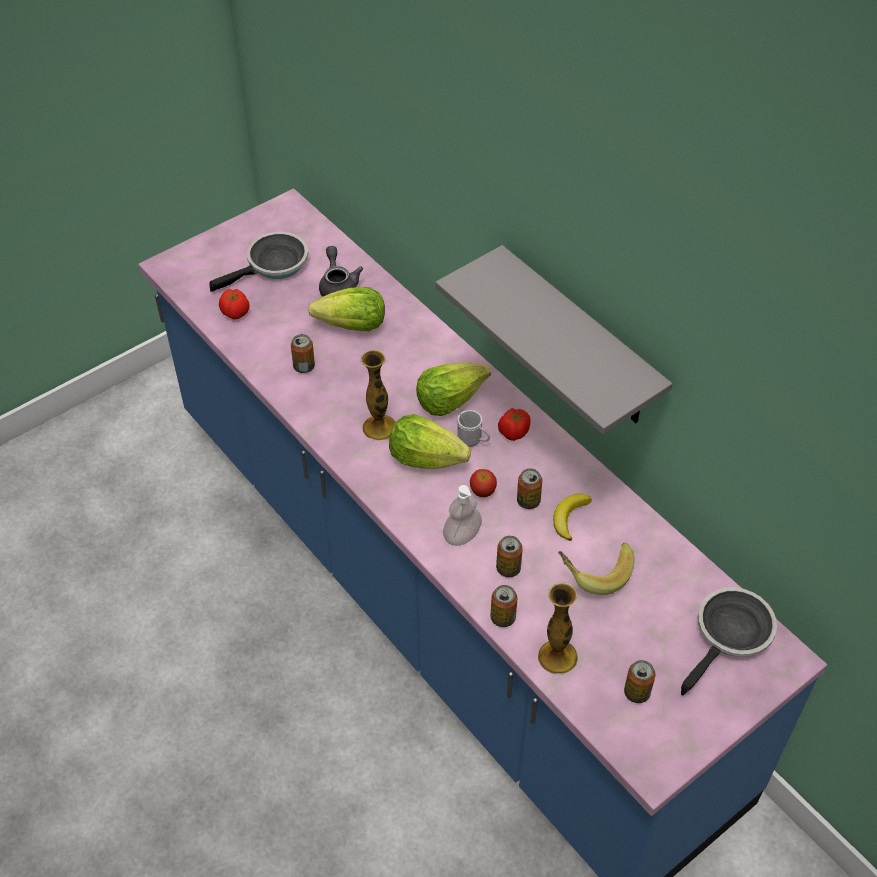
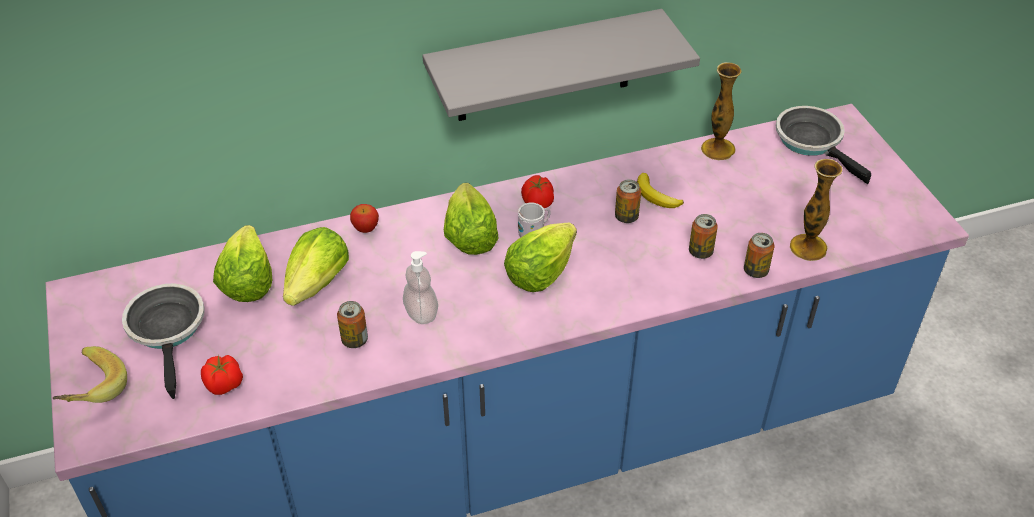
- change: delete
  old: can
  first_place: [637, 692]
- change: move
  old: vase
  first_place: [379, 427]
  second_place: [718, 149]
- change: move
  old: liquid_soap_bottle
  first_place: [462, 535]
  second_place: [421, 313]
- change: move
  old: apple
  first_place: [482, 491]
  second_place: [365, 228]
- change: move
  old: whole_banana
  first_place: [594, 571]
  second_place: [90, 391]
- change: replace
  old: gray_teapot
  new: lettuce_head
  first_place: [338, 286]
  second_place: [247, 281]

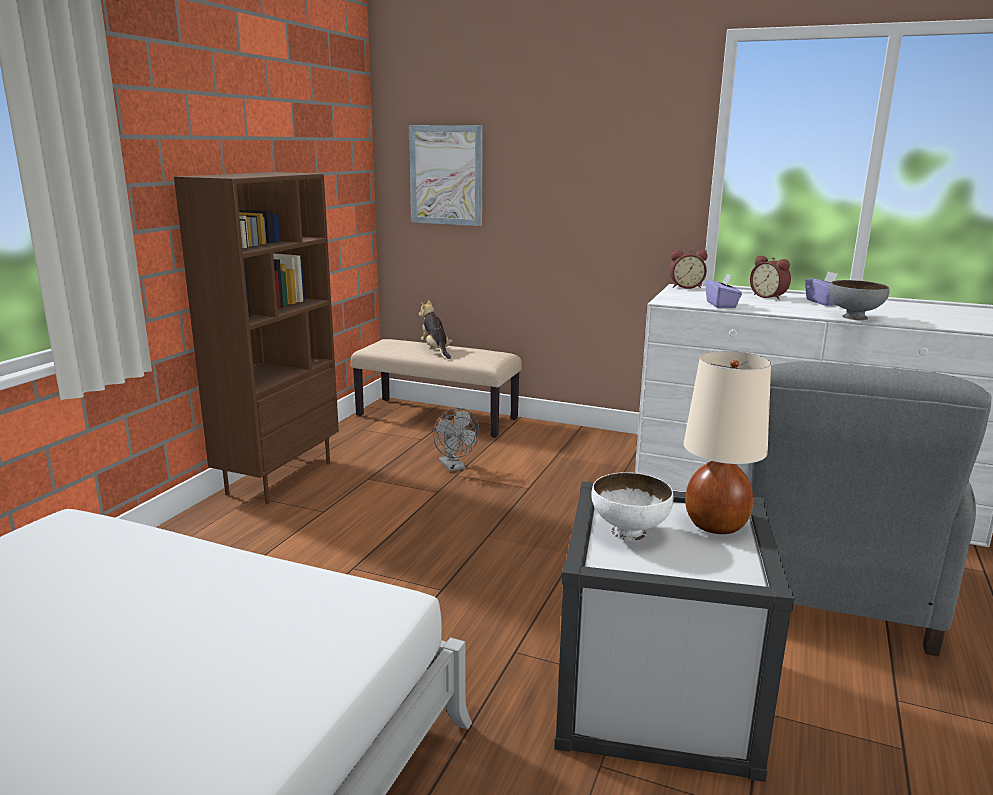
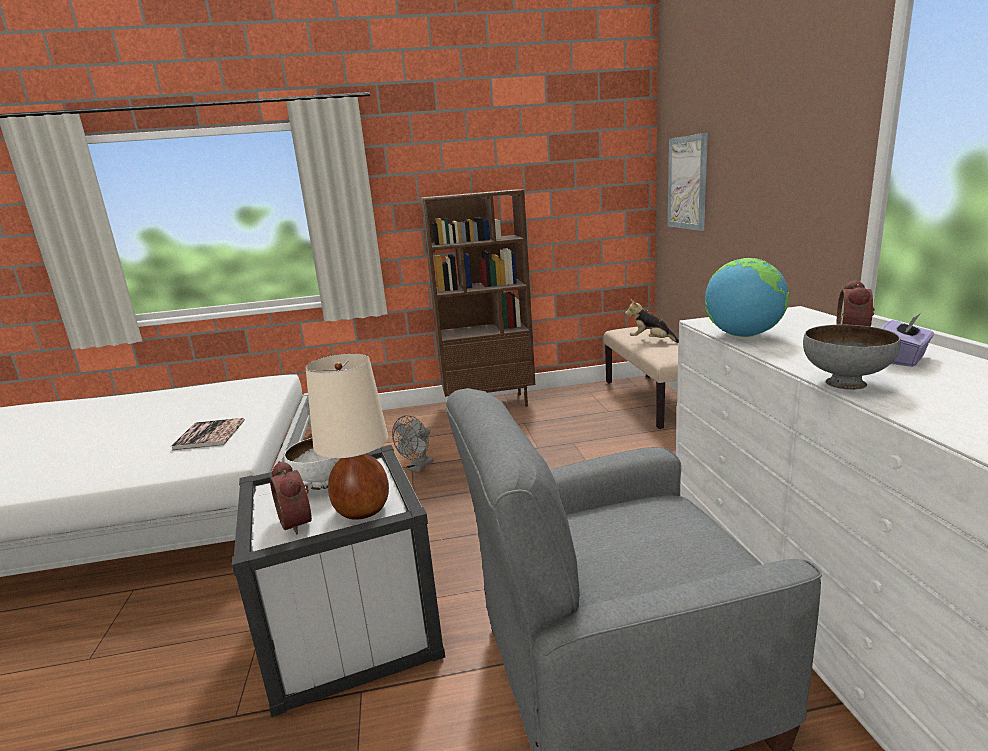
- change: insert
  new: bound_book
  second_place: [210, 435]
- change: move
  old: gray_electric_fan
  first_place: [454, 467]
  second_place: [418, 467]
- change: move
  old: table_clock
  first_place: [685, 287]
  second_place: [299, 521]
- change: replace
  old: purple_box_of_tissues
  new: globe
  first_place: [721, 305]
  second_place: [743, 335]
- change: rotate
  old: soft_toy
  first_place: [436, 350]
  second_place: [651, 341]
  degrees: -90

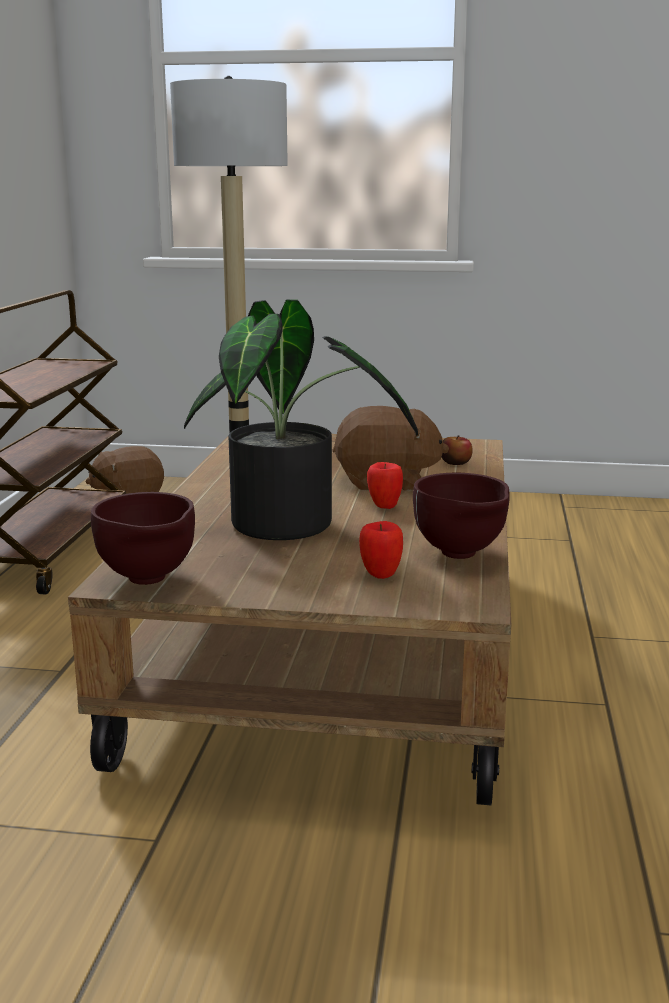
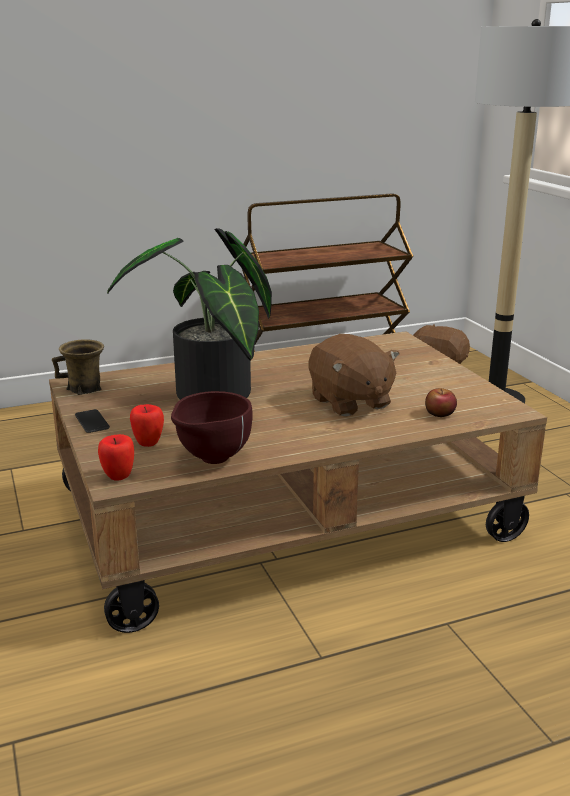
- change: insert
  new: handset
  second_place: [92, 422]
- change: move
  old: apple
  first_place: [384, 506]
  second_place: [118, 476]
- change: replace
  old: brown-coloured_bowl
  new: brown-coloured_coffee_mug
  first_place: [148, 580]
  second_place: [85, 388]

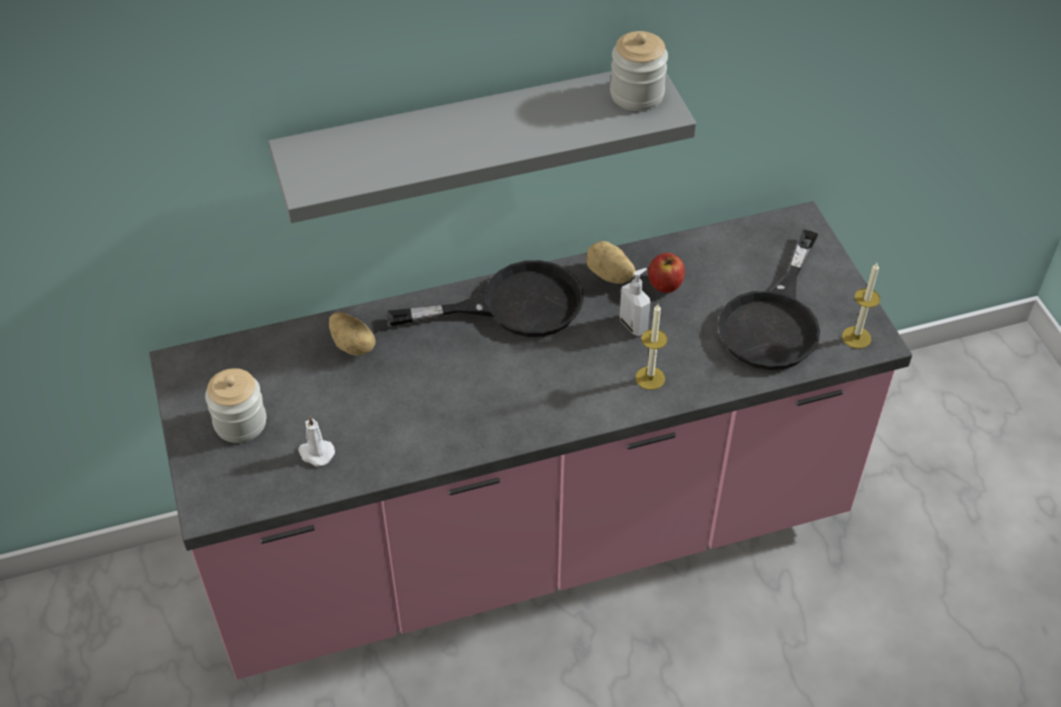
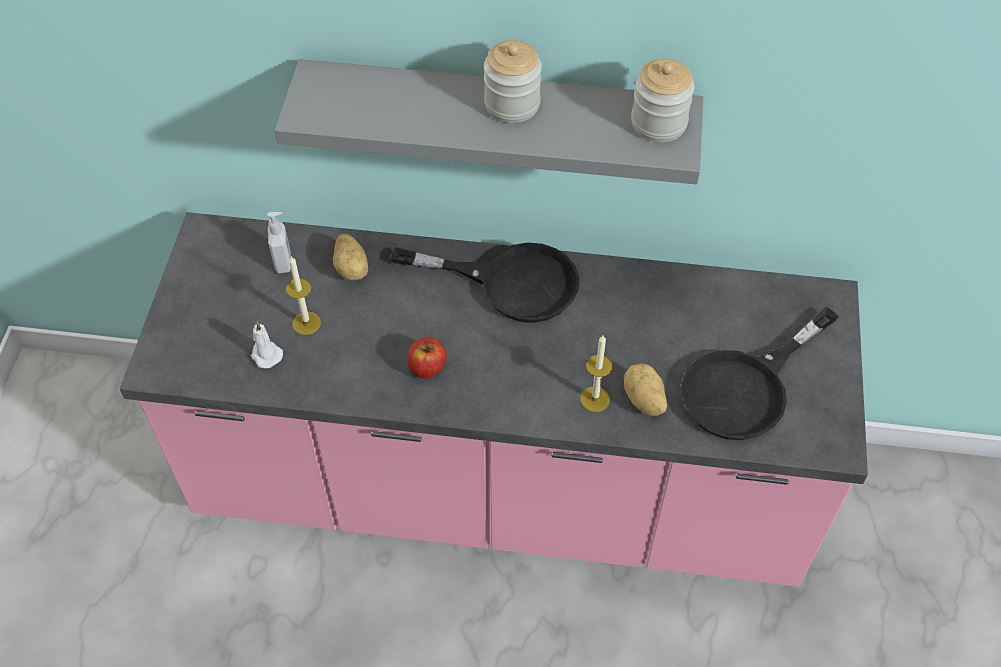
- change: move
  old: jar
  first_place: [240, 423]
  second_place: [512, 104]
- change: move
  old: potato
  first_place: [609, 275]
  second_place: [643, 400]
- change: move
  old: liquid_soap_bottle
  first_place: [634, 325]
  second_place: [284, 262]
- change: move
  old: apple
  first_place: [665, 284]
  second_place: [427, 367]
- change: move
  old: candle
  first_place: [856, 337]
  second_place: [306, 323]

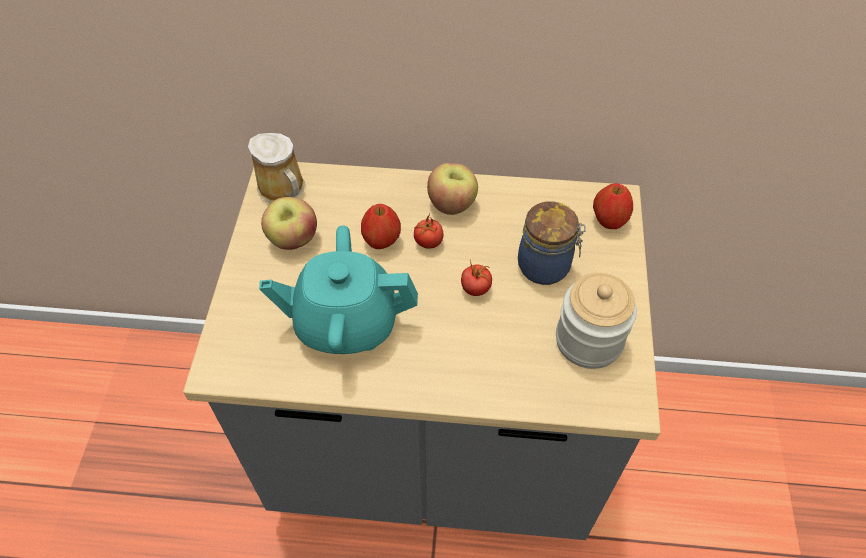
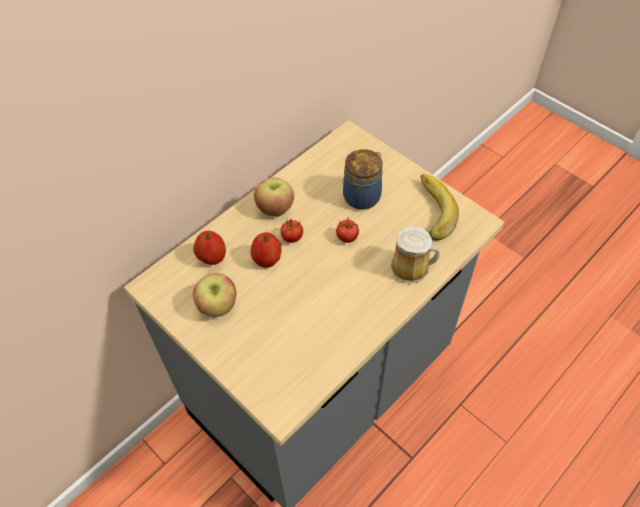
- change: delete
  old: turquoise_teapot
  first_place: [345, 323]
- change: move
  old: coffee_mug
  first_place: [283, 189]
  second_place: [412, 267]
- change: move
  old: apple
  first_place: [609, 221]
  second_place: [212, 258]
- change: replace
  old: jar
  new: whole_banana
  first_place: [588, 340]
  second_place: [427, 211]

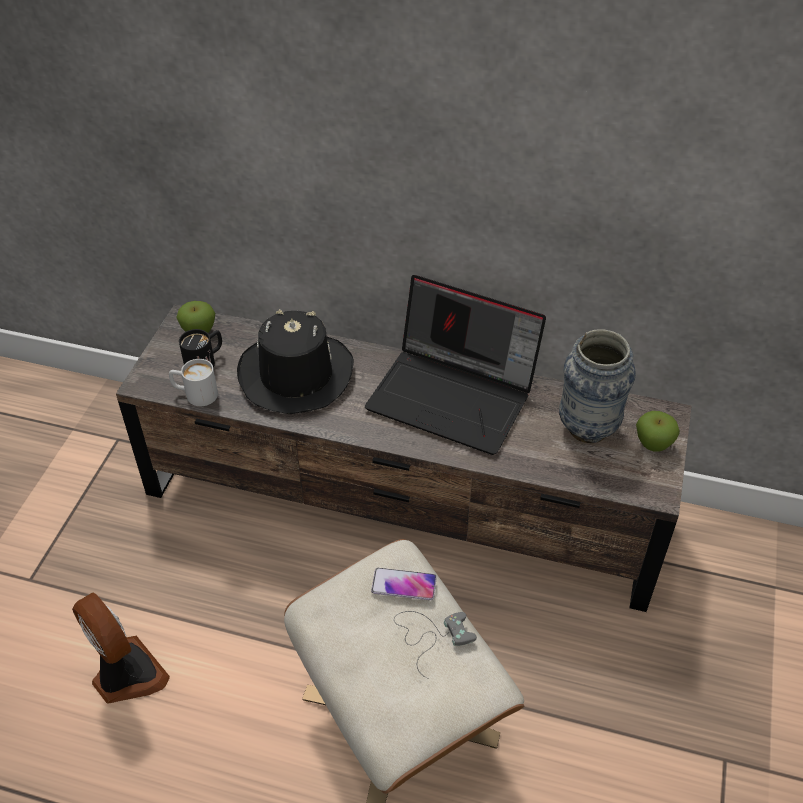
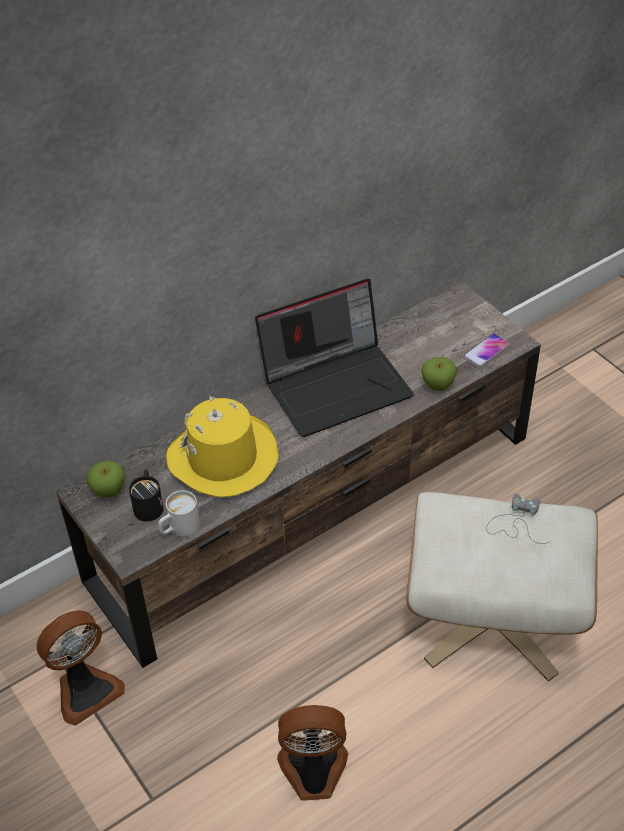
- change: delete
  old: vase
  first_place: [587, 428]
- change: insert
  new: electric_fan
  second_place: [85, 689]
- change: move
  old: handset
  first_place: [404, 585]
  second_place: [486, 351]
- change: move
  old: apple
  first_place: [653, 444]
  second_place: [438, 386]
- change: recolor
  old: blackish_wearable_hat
  new: yellow-coloured_wearable_hat
  first_place: [295, 375]
  second_place: [223, 458]

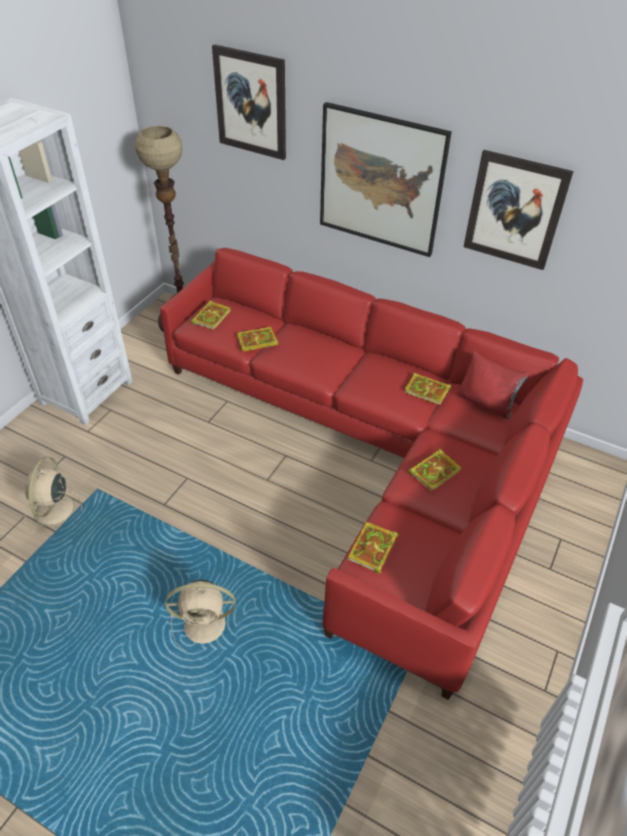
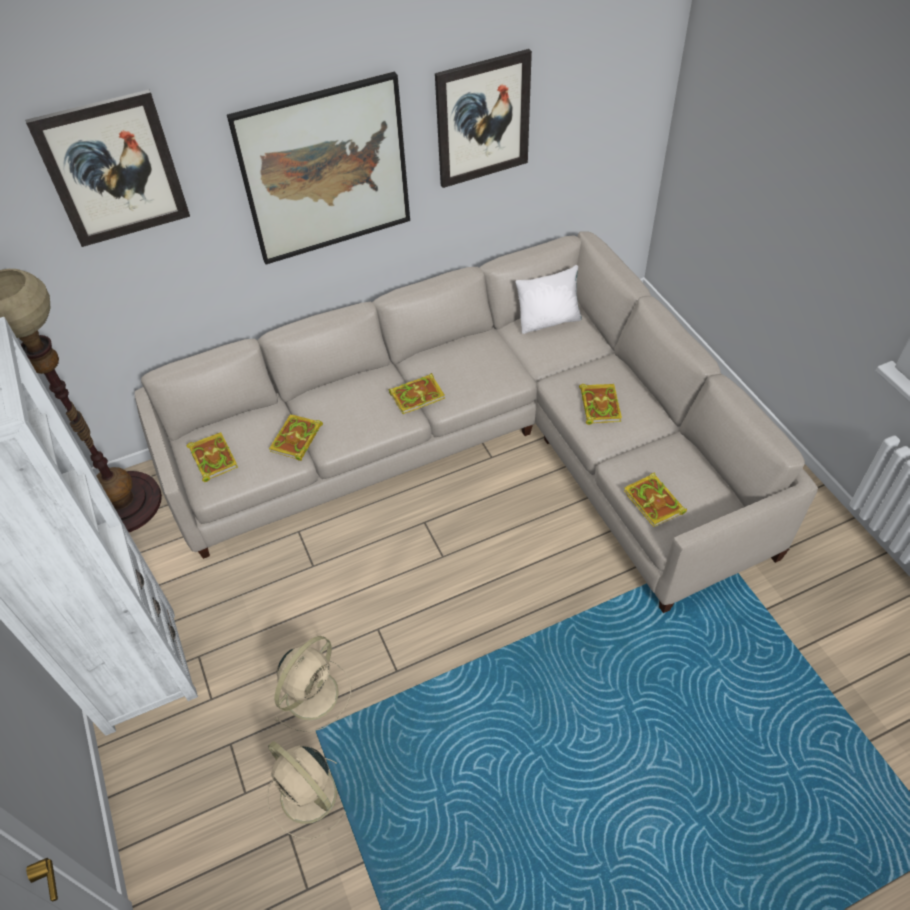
- change: move
  old: sand-coloured_electric_fan
  first_place: [207, 624]
  second_place: [313, 692]
- change: move
  old: bound_book
  first_place: [428, 390]
  second_place: [418, 395]
- change: recolor
  old: reddish_couch
  new: sand-coloured_couch
  first_place: [375, 452]
  second_place: [484, 448]
- change: recolor
  old: reddish_throw_pillow
  new: white-coloured_throw_pillow
  first_place: [486, 403]
  second_place: [548, 321]

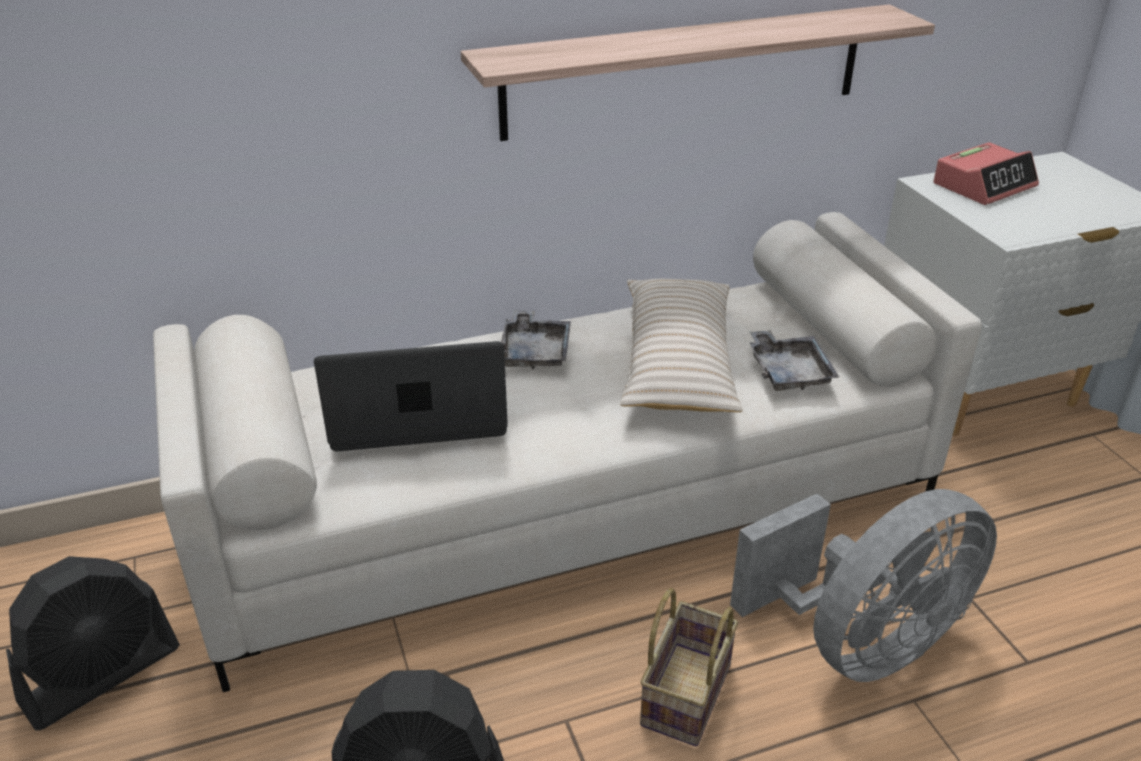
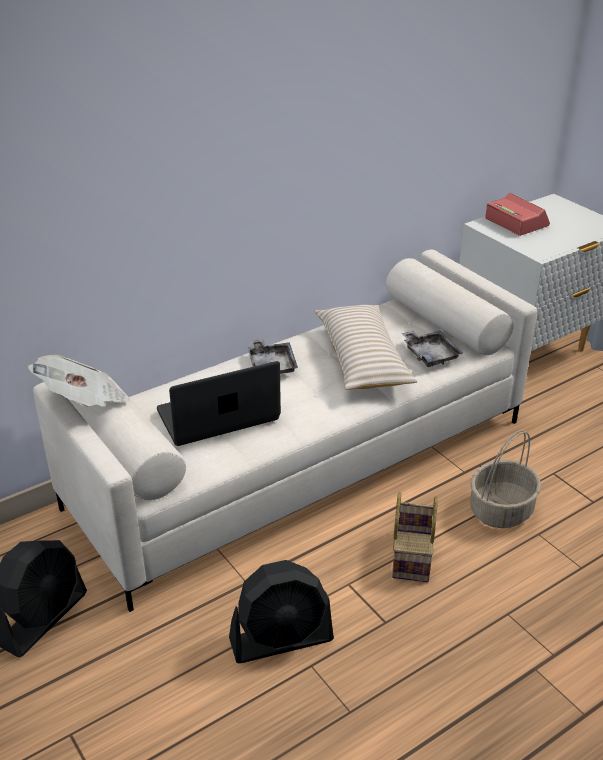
- change: delete
  old: shelf
  first_place: [685, 71]
- change: insert
  new: daily_paper
  second_place: [84, 401]
- change: replace
  old: gray_electric_fan
  new: basket
  first_place: [861, 644]
  second_place: [501, 510]
- change: rotate
  old: table_clock
  first_place: [984, 185]
  second_place: [516, 222]
  degrees: -75

